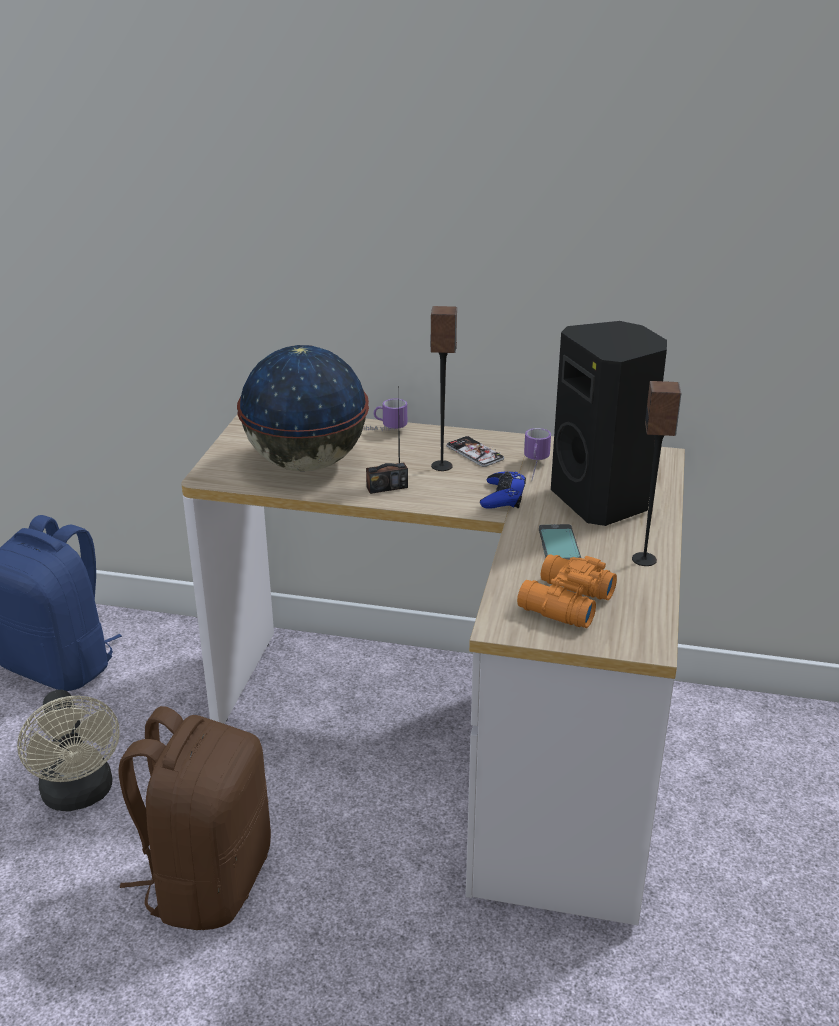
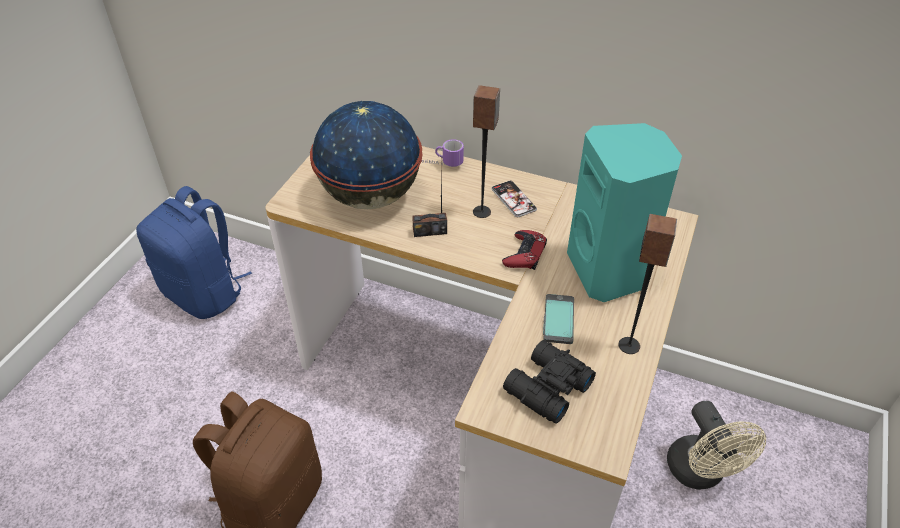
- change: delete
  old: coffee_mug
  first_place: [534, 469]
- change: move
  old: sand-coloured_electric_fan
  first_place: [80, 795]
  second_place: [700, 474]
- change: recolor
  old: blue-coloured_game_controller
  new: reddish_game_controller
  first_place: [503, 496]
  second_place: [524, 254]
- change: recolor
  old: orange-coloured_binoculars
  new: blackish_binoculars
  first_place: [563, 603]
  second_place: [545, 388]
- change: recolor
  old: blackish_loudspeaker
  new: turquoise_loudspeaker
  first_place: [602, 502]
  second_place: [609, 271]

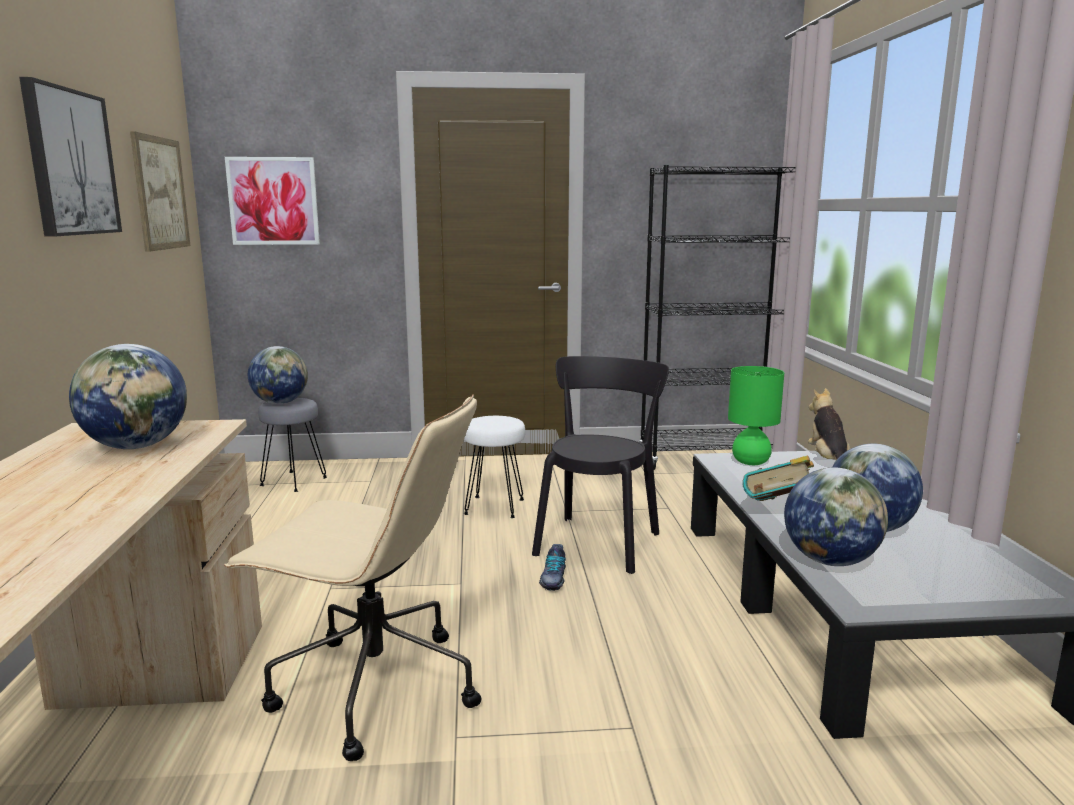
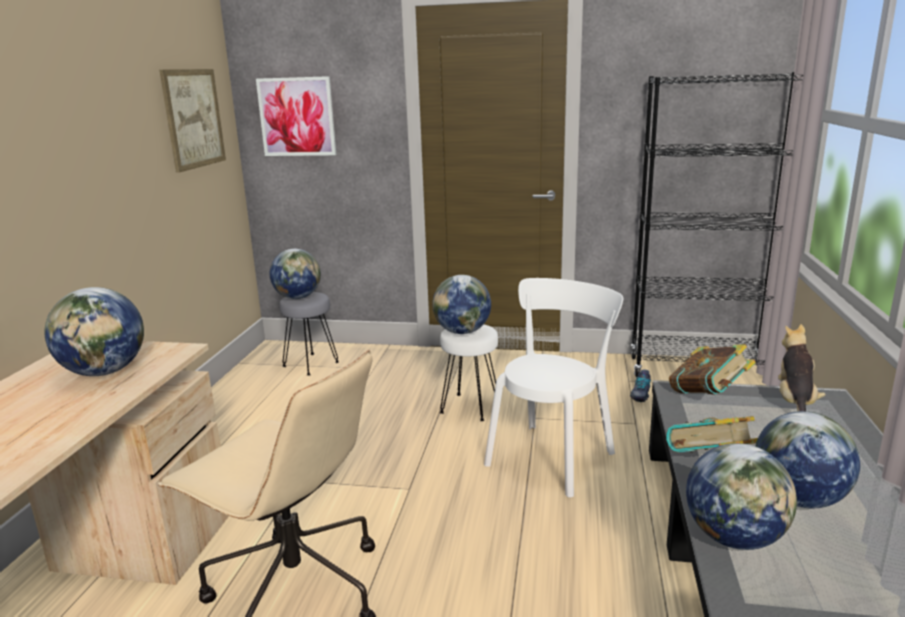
- change: delete
  old: wall_art
  first_place: [71, 162]
- change: insert
  new: globe
  second_place: [462, 332]
- change: move
  old: item_of_footwear
  first_place: [553, 578]
  second_place: [640, 394]
- change: replace
  old: green_tabletop_lamp
  new: bound_book
  first_place: [750, 462]
  second_place: [708, 395]
- change: recolor
  old: blackish_upright_chair
  new: white-coloured_upright_chair
  first_place: [599, 541]
  second_place: [553, 456]

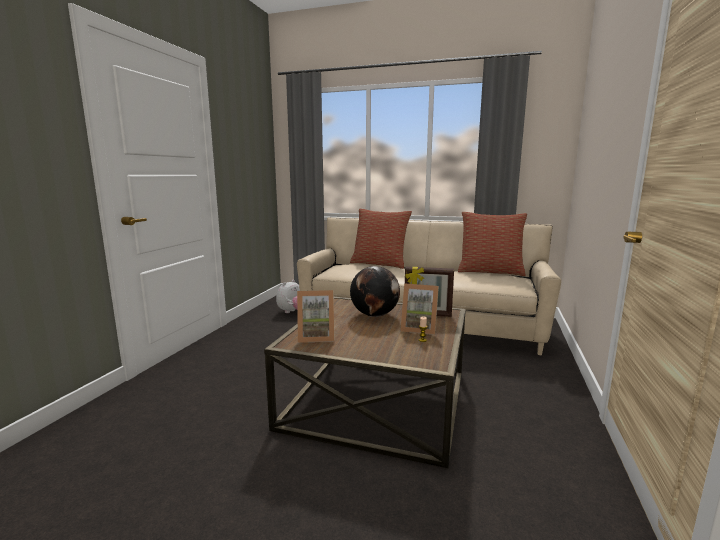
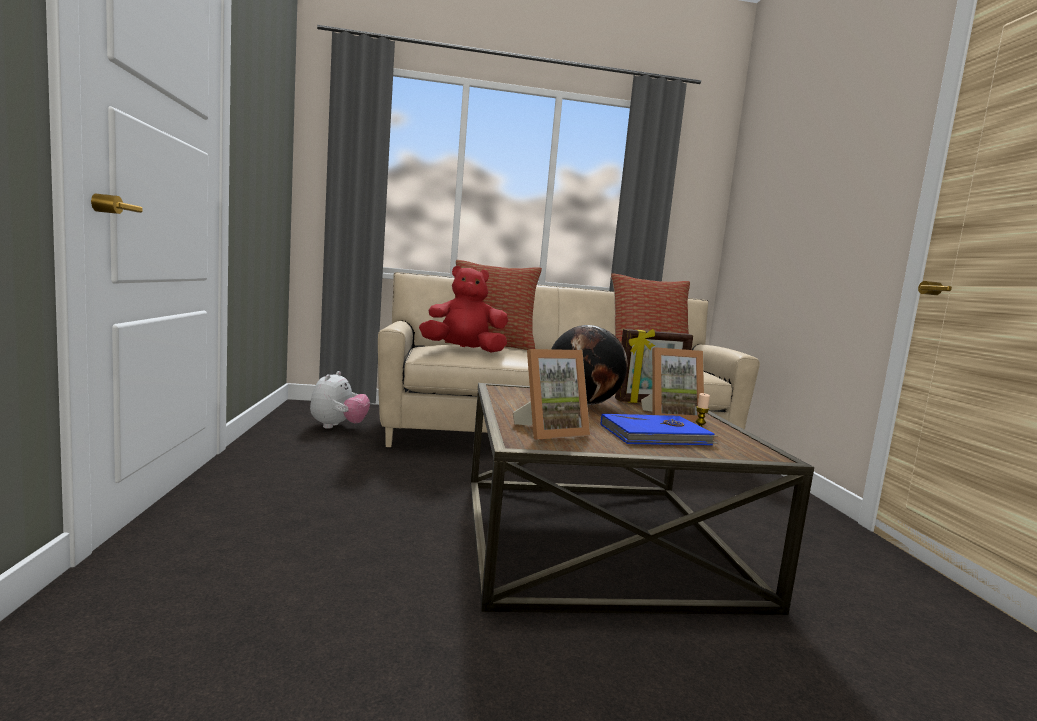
- change: insert
  new: reddish_soft_toy
  second_place: [464, 350]
- change: insert
  new: blue-coloured_bound_book
  second_place: [656, 435]

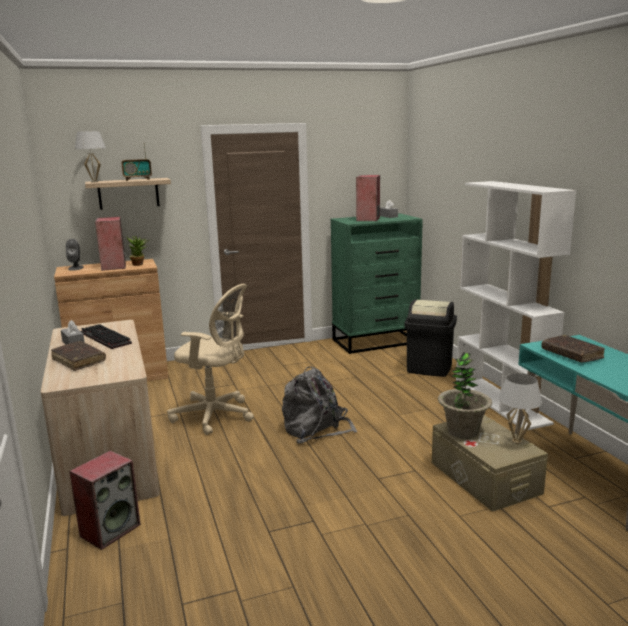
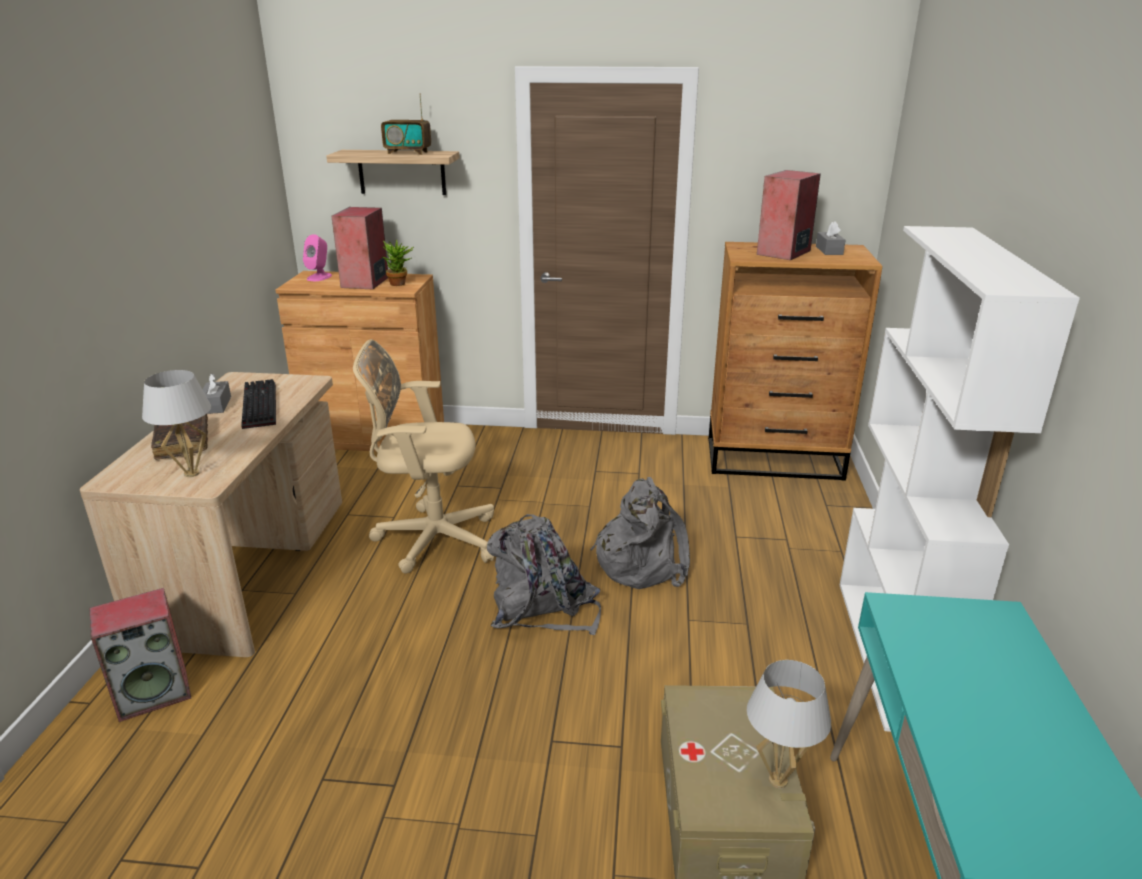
- change: delete
  old: blackish_rubbish_bin
  first_place: [429, 368]
- change: delete
  old: houseplant
  first_place: [463, 431]
- change: delete
  old: brown-coloured_bound_book
  first_place: [571, 354]
- change: insert
  new: gray_rucksack
  second_place: [642, 563]
- change: move
  old: white-coloured_tabletop_lamp
  first_place: [94, 182]
  second_place: [191, 473]
- change: recolor
  old: gray_loudspeaker
  new: pinkish_loudspeaker
  first_place: [76, 268]
  second_place: [319, 277]
- change: recolor
  old: green_drawer_chest
  new: brown-coloured_drawer_chest
  first_place: [376, 341]
  second_place: [775, 459]
- change: rotate
  old: sand-coloured_computer_chair
  first_place: [216, 416]
  second_place: [431, 539]
  degrees: 135

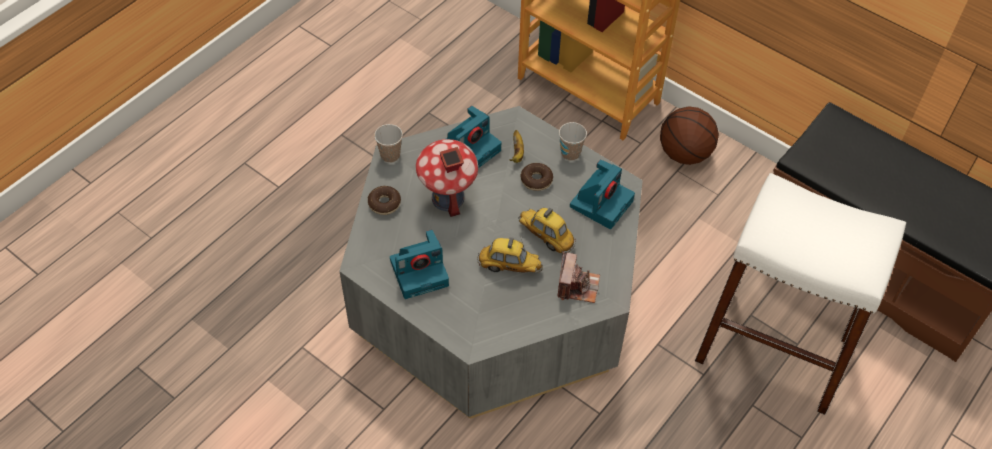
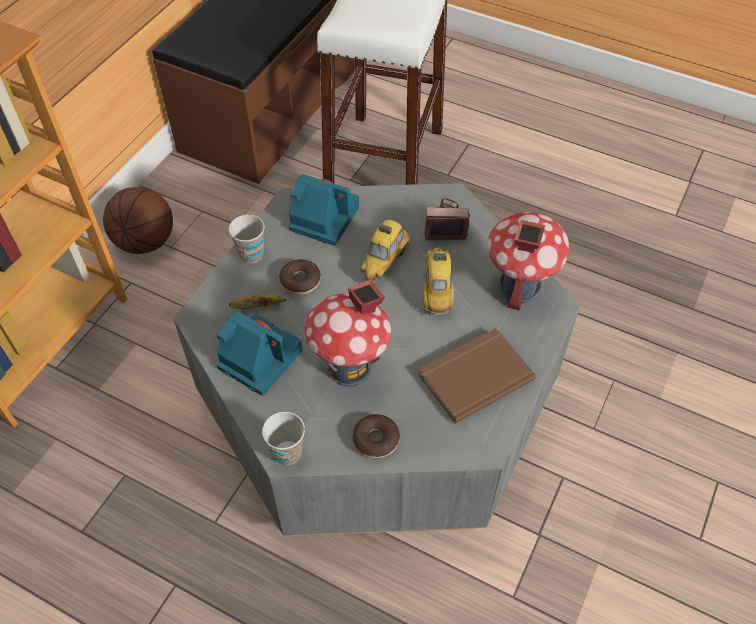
- change: insert
  new: toy_house
  second_place: [519, 287]
- change: replace
  old: photo_camera
  new: brown-coloured_bound_book
  first_place: [420, 271]
  second_place: [473, 375]

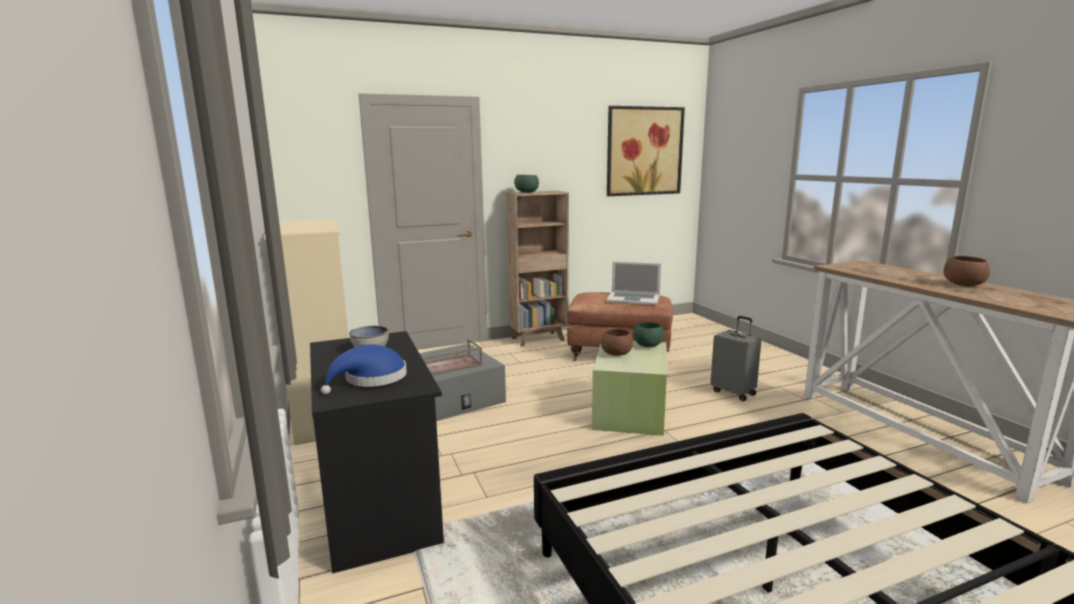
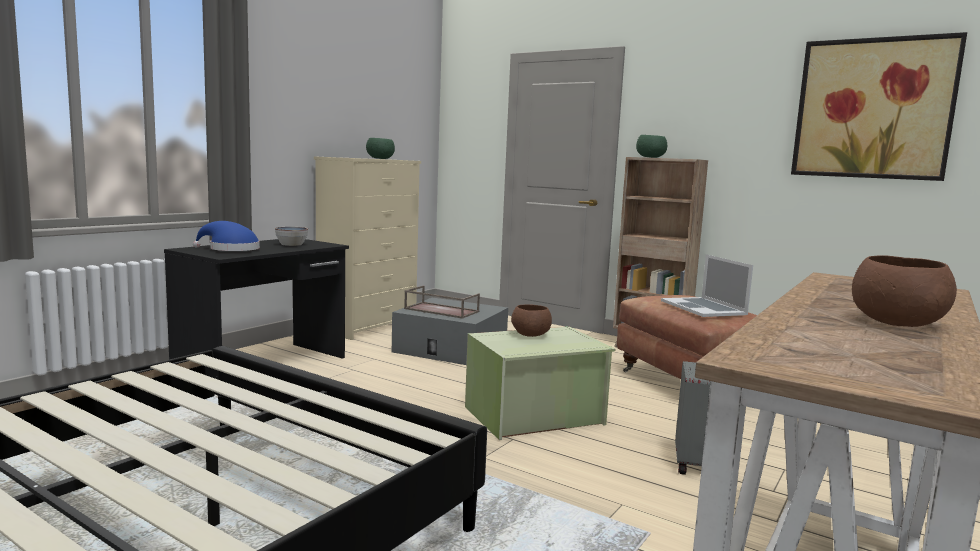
- change: move
  old: green_bowl
  first_place: [648, 345]
  second_place: [380, 158]

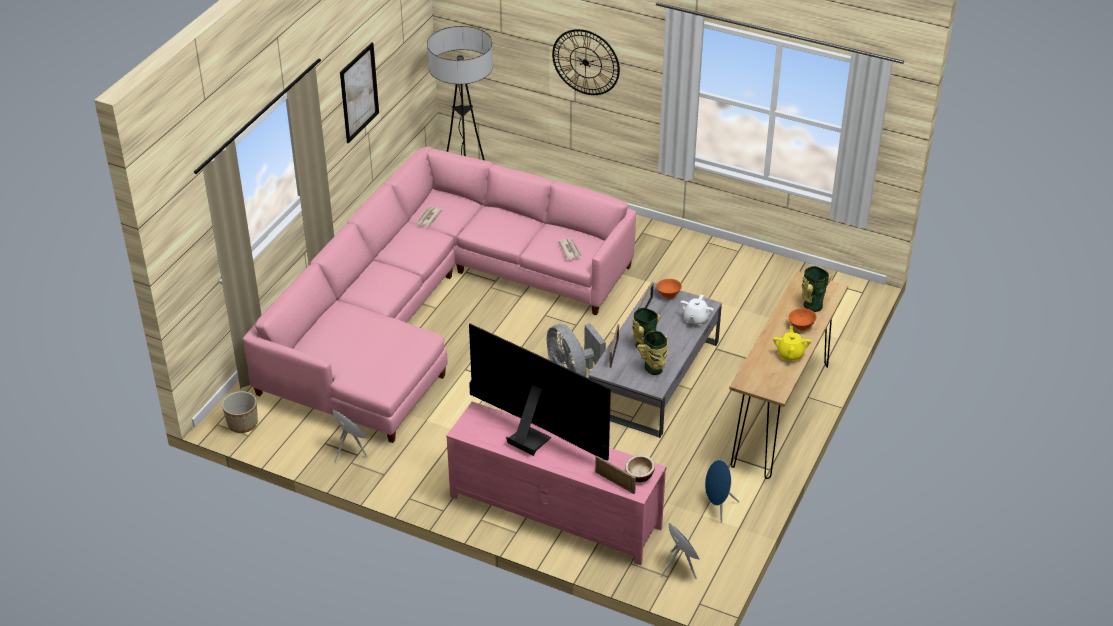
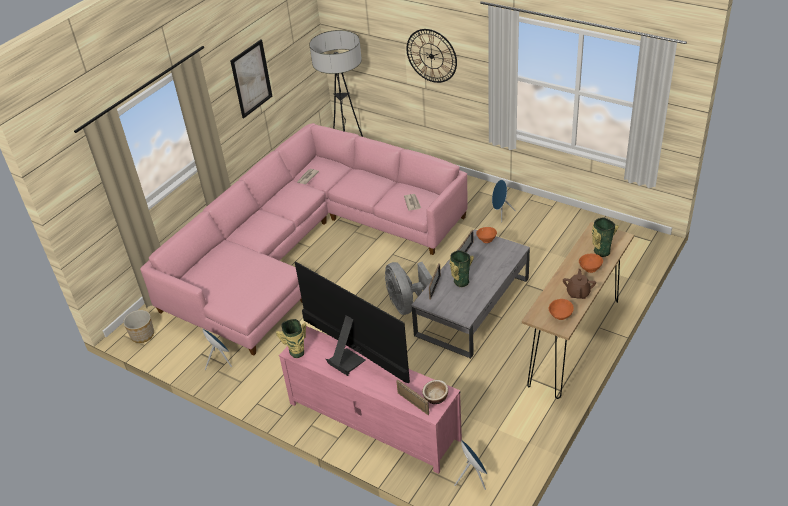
- change: delete
  old: white-coloured_teapot
  first_place: [695, 319]
- change: insert
  new: orange-coloured_bowl
  second_place: [560, 316]
- change: move
  old: vase
  first_place: [654, 369]
  second_place: [297, 352]
- change: move
  old: blue-coloured_loudspeaker
  first_place: [718, 507]
  second_place: [500, 213]
- change: recolor
  old: yellow-coloured_teapot
  new: brown-coloured_teapot
  first_place: [790, 354]
  second_place: [578, 293]

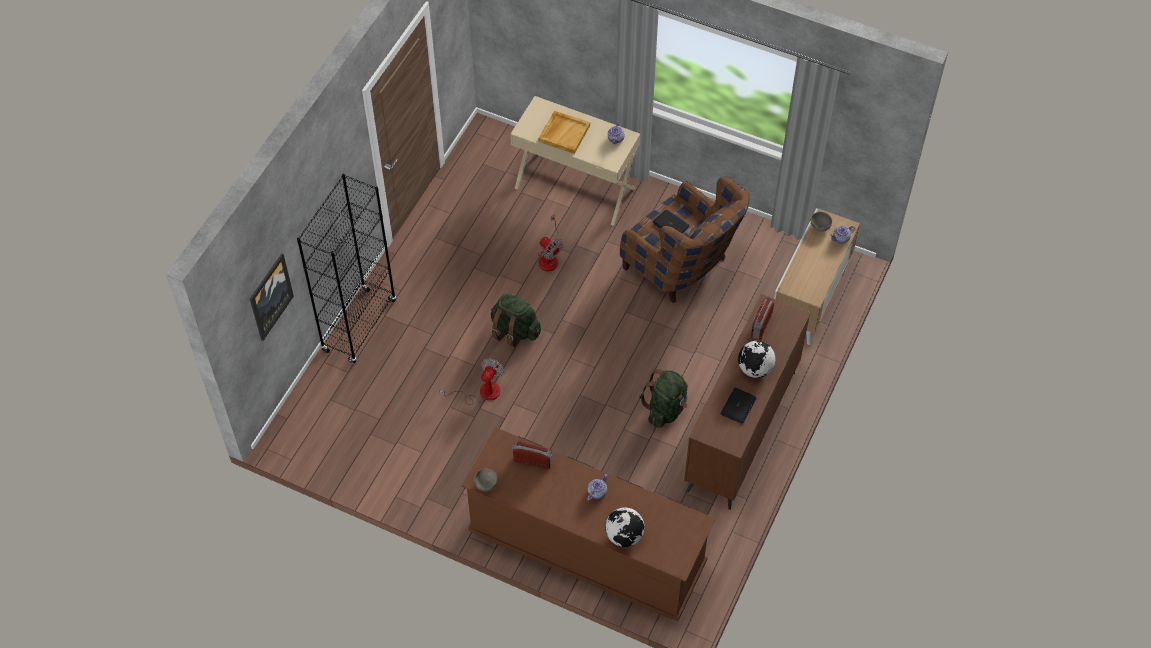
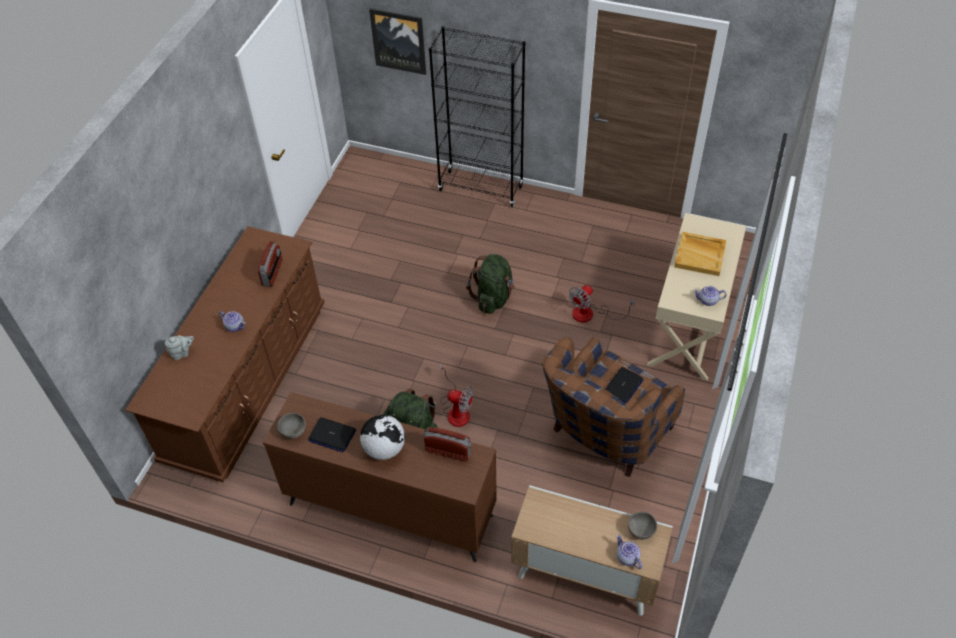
- change: move
  old: electric_fan
  first_place: [482, 393]
  second_place: [456, 410]
- change: move
  old: gray_bowl
  first_place: [486, 484]
  second_place: [293, 432]
- change: replace
  old: globe
  new: gray_teapot
  first_place: [624, 536]
  second_place: [182, 353]

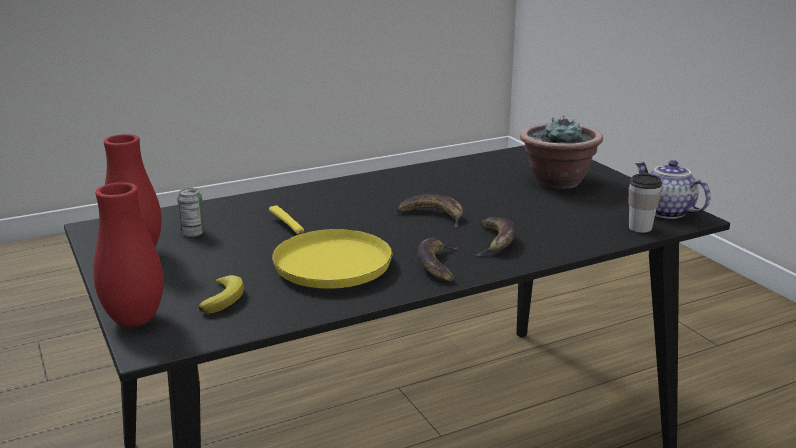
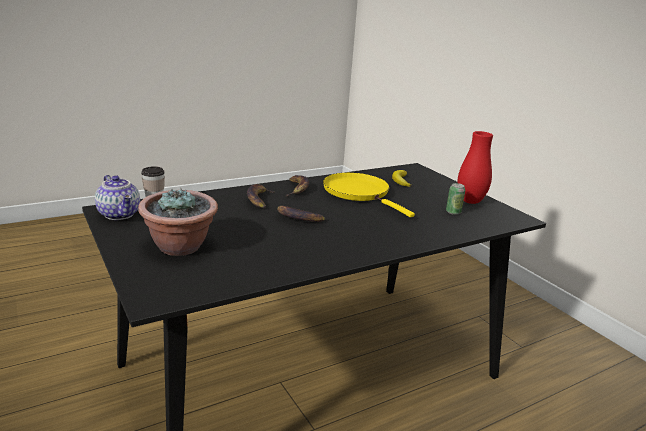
- change: delete
  old: reddish_vase
  first_place: [135, 320]

